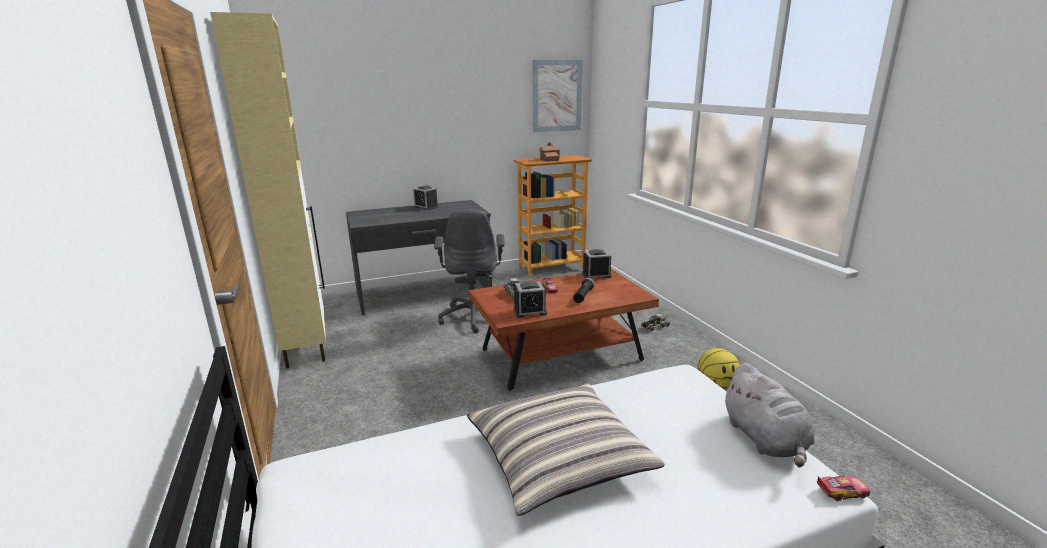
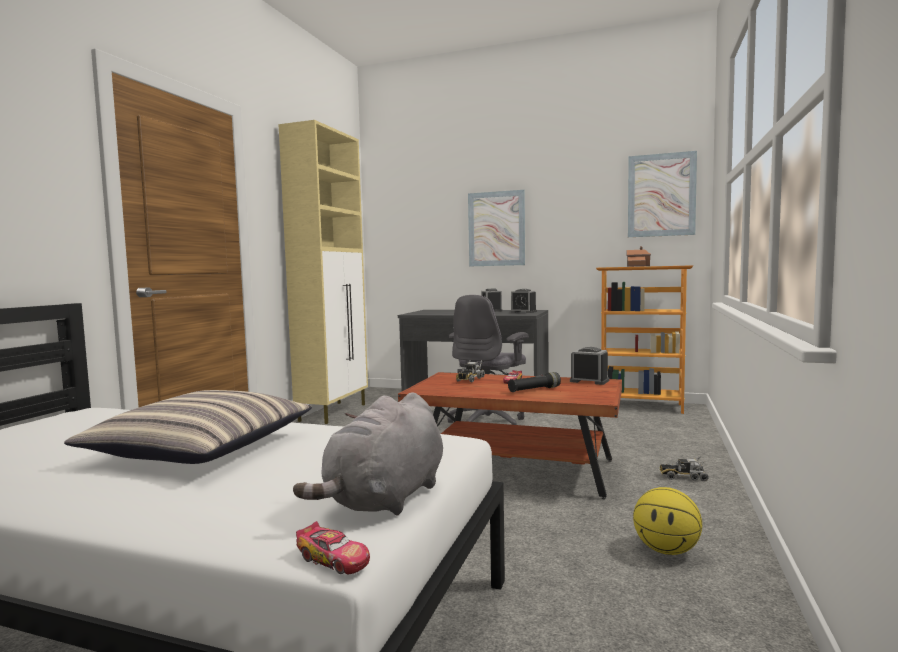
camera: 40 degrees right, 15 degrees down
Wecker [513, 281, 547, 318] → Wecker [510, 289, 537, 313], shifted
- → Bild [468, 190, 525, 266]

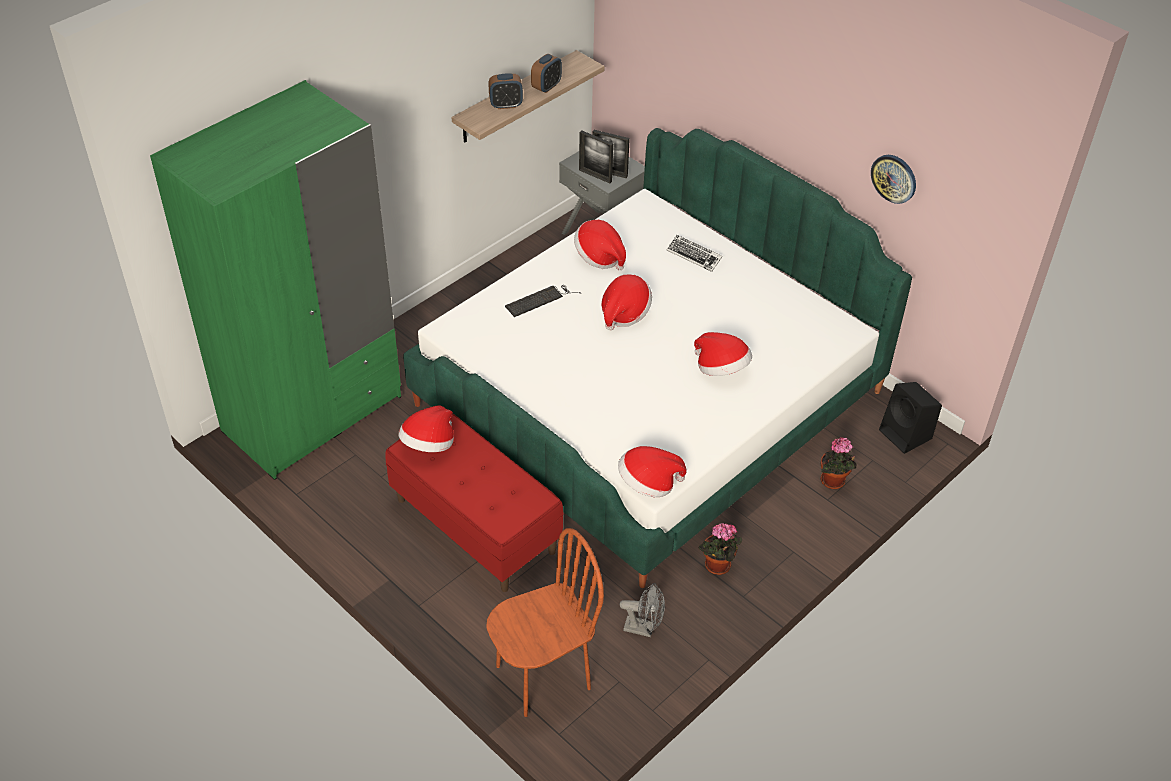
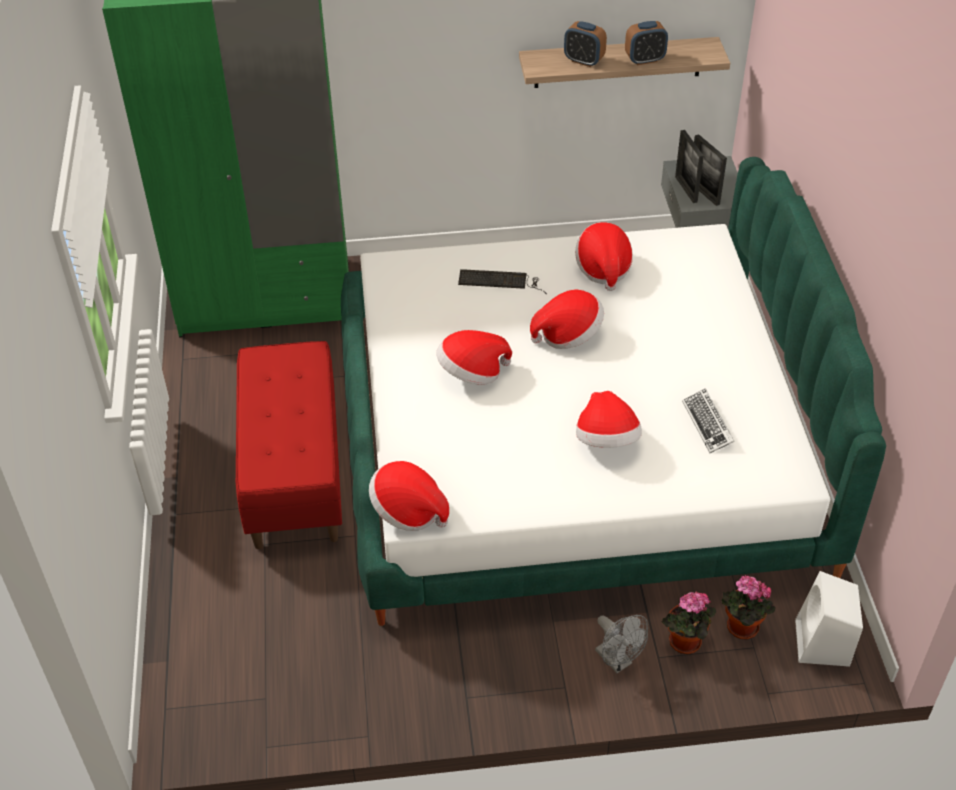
camera: 40 degrees right, 0 degrees up
Wanduhr [871, 155, 916, 204] → -
Tastatur [667, 235, 722, 272] → Tastatur [682, 388, 735, 453], shifted
Lautsprecher/schwarz [879, 382, 942, 454] → Lautsprecher/weiß [795, 571, 863, 667]
Hut [399, 405, 454, 452] → Hut [436, 330, 512, 385], shifted
Topfpflanze [698, 523, 742, 575] → Topfpflanze [722, 575, 776, 639], shifted
Stuhl/braun [486, 528, 604, 717] → -
Ventilator/grau [620, 583, 665, 637] → Ventilator/grau [595, 615, 648, 673], shifted

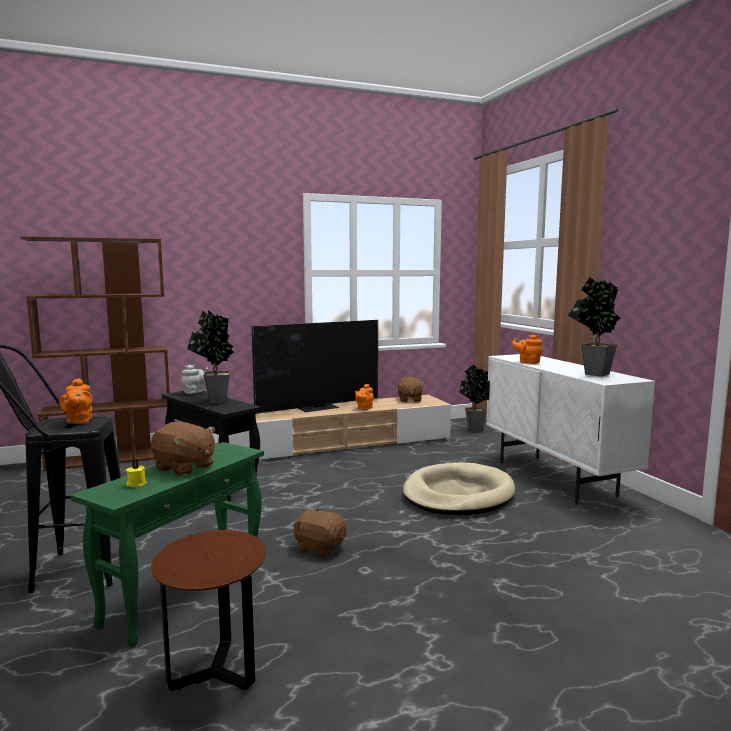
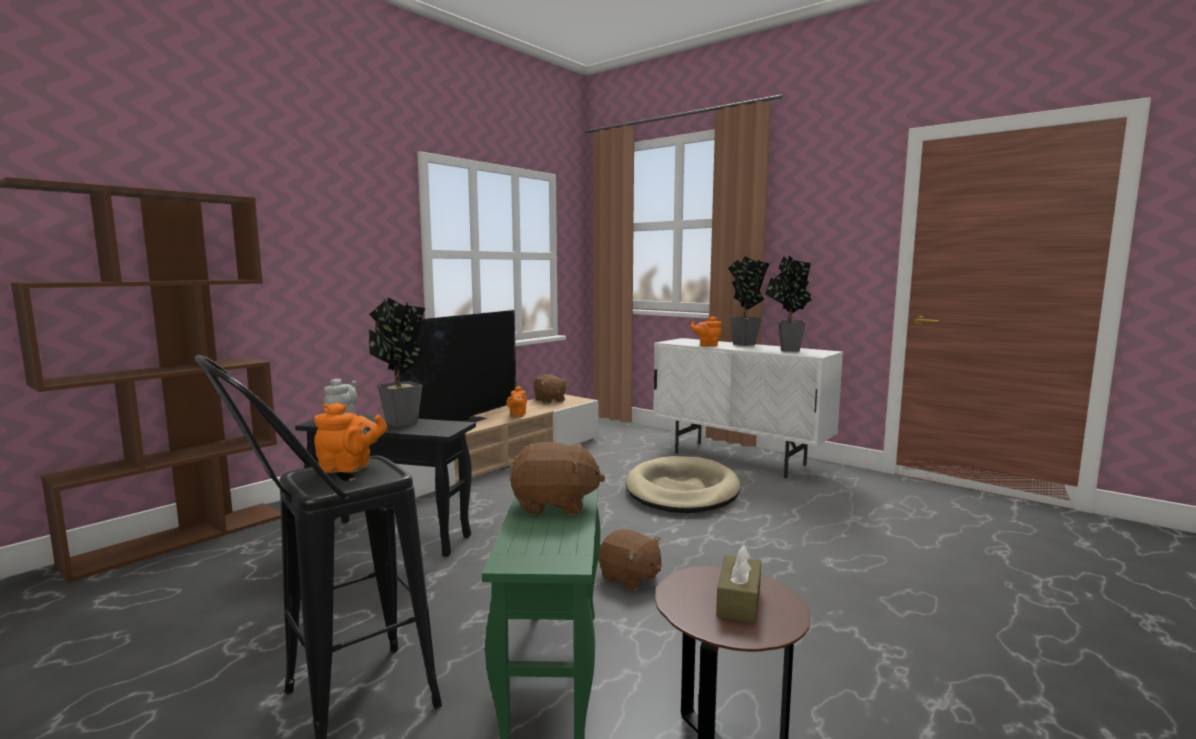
camera: 30 degrees left, 0 degrees up
Topfpflanze [459, 365, 488, 431] → Topfpflanze [728, 256, 770, 346], shifted
Teekanne/orange [59, 378, 92, 424] → Teekanne/orange [314, 403, 387, 473], 45 degrees counterclockwise
Kerze/gelb [126, 460, 147, 487] → -
Plüschtier/braun [294, 508, 346, 558] → Plüschtier/braun [598, 529, 661, 590], 135 degrees counterclockwise
- → Taschentuchbox/braun [716, 544, 761, 624]

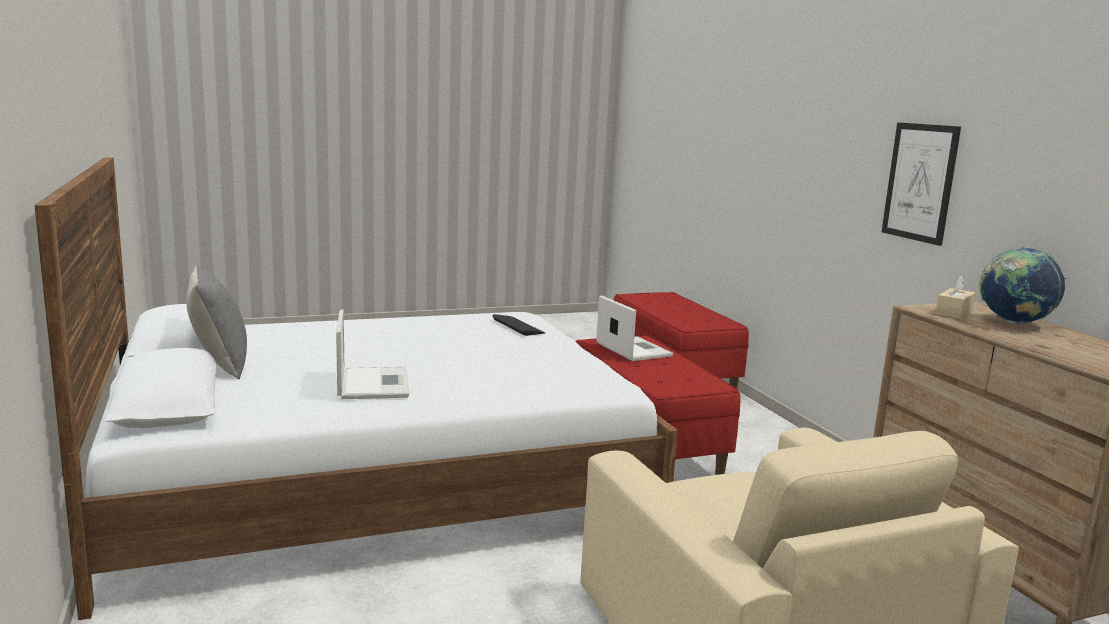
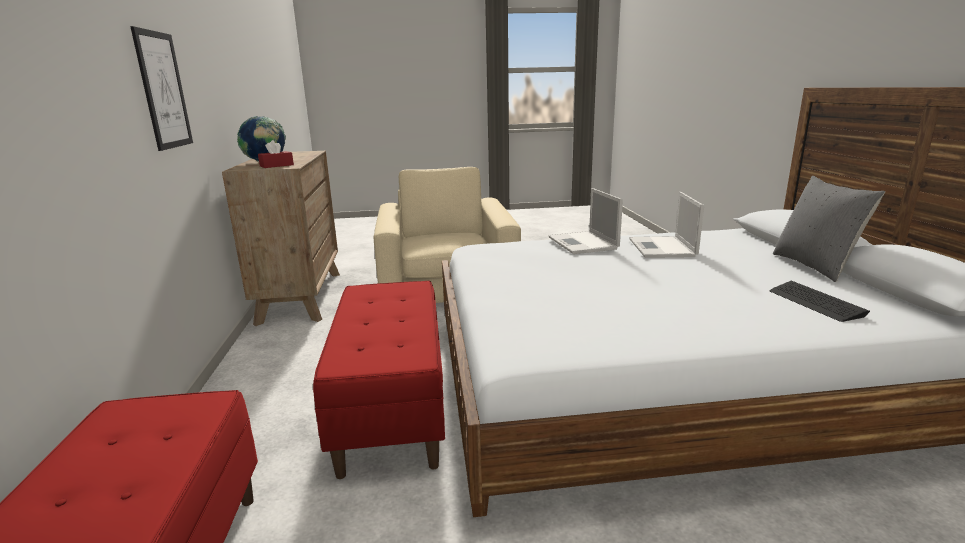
camera: 165 degrees left, 5 degrees up
Taschentuchbox/beige [935, 275, 975, 319] → Taschentuchbox/rot [258, 140, 294, 168]
Laptop [596, 295, 673, 361] → Laptop [549, 188, 623, 254], shifted
Tastatur [492, 314, 545, 336] → Tastatur [770, 281, 870, 322], shifted

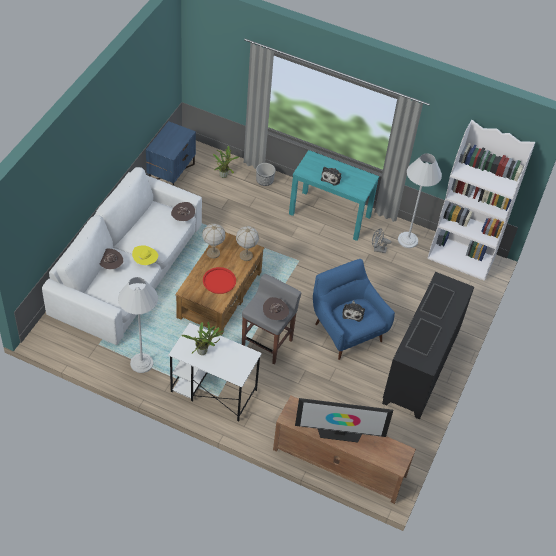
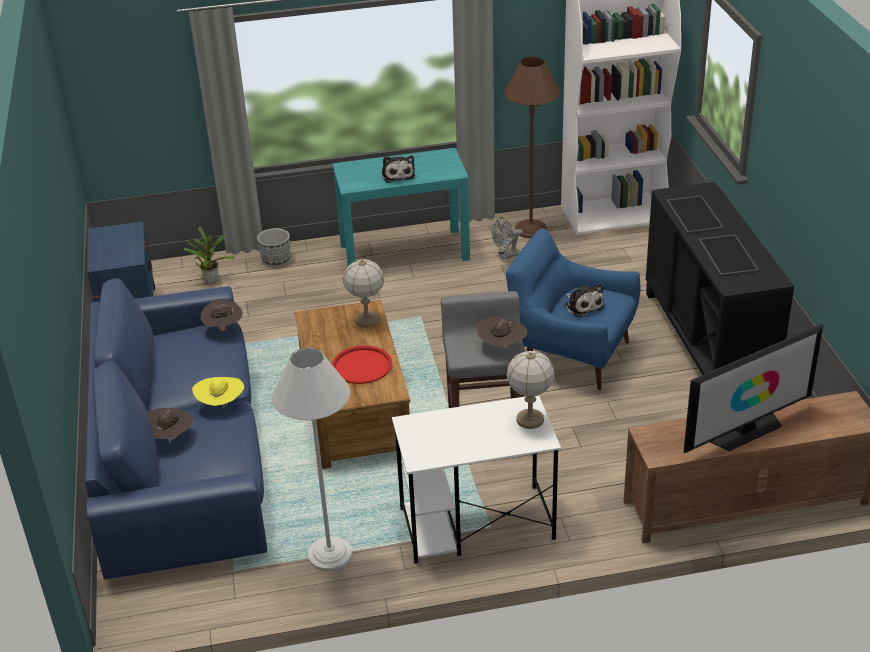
camera: 30 degrees left, 15 degrees down
Stehlampe/weiß [398, 153, 442, 248] → Stehlampe/braun [504, 57, 560, 238]
Sofa/weiß [42, 167, 202, 345] → Sofa/blau [85, 278, 267, 579]
Tischlampe [202, 224, 226, 259] → Tischlampe [506, 351, 555, 429], shifted
Topfpflanze [181, 321, 224, 355] → -

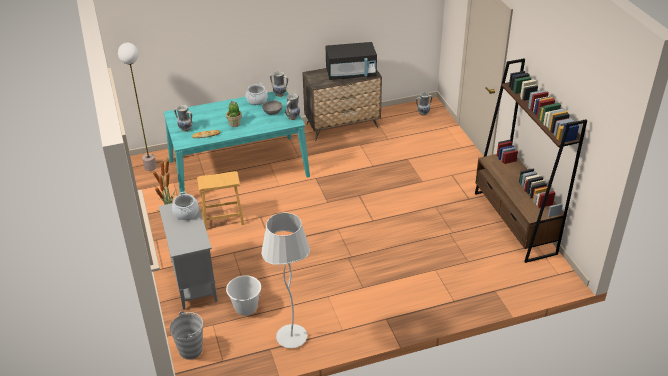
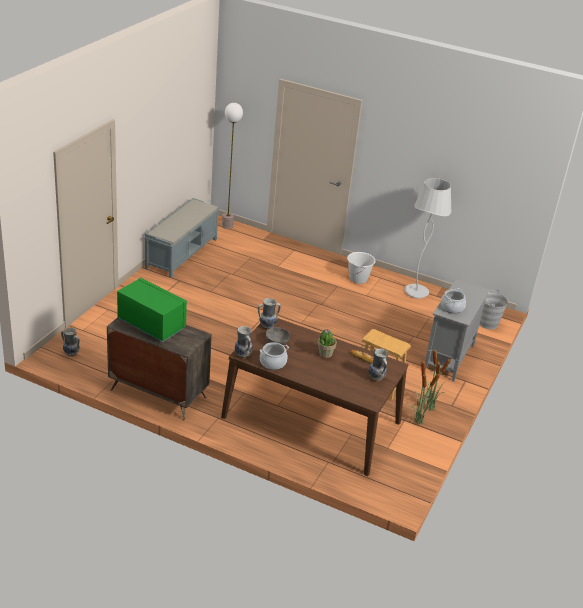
camera: 140 degrees left, 5 degrees down
Mikrowelle/schwarz [326, 42, 377, 80] → Mikrowelle/grün [117, 278, 187, 342]
Stehlampe [118, 43, 157, 171] → Stehlampe [222, 103, 243, 229], shifted
Bücherregal/braun [475, 59, 587, 263] → Bank/grau [144, 198, 219, 278]
Esstisch/türkis [164, 90, 310, 195] → Esstisch/braun [221, 318, 408, 476]
Eimer/weiß [226, 275, 261, 316] → Eimer/weiß [347, 252, 375, 284], shifted

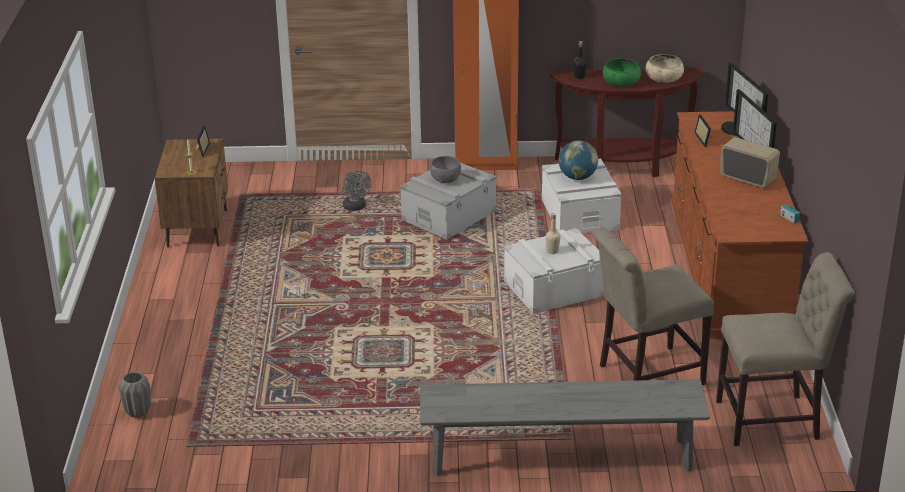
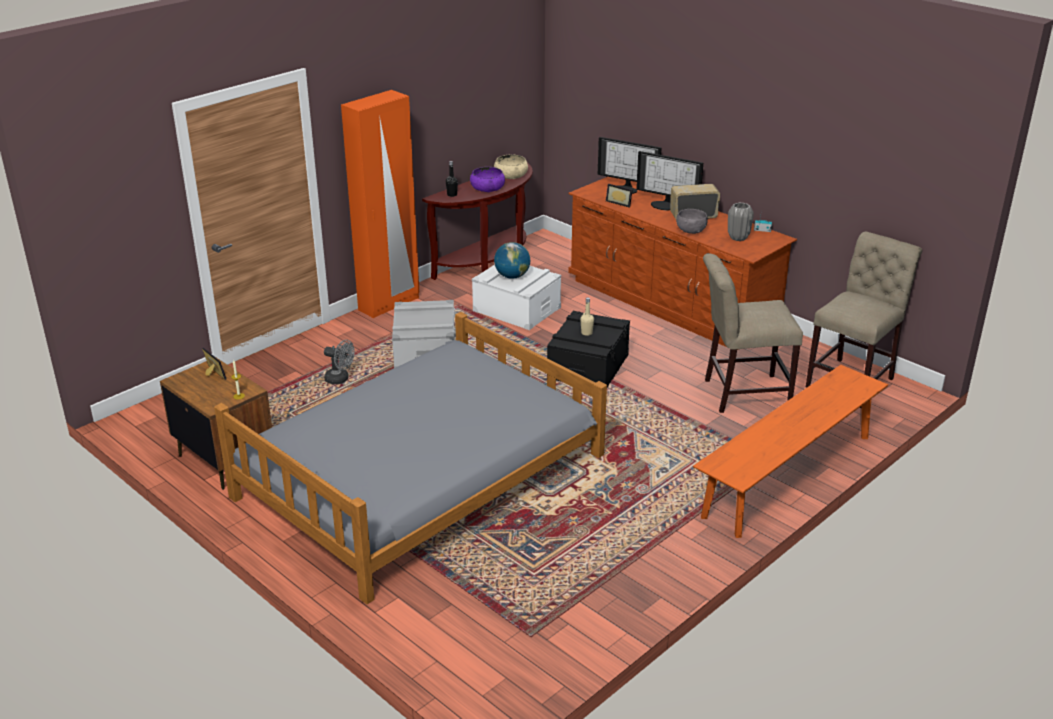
camera: 45 degrees left, 0 degrees up
Schüssel/grün [603, 58, 641, 87] → Schüssel/lila [470, 167, 505, 192]
Schüssel/grau [429, 156, 461, 183] → Schüssel/grau [676, 209, 708, 234], shifted
Stuhl/beige [592, 227, 714, 385] → Stuhl/beige [703, 253, 803, 413], 60 degrees clockwise
Aufbewahrungsbox/weiß [504, 228, 604, 314] → Aufbewahrungsbox/schwarz [547, 311, 630, 388]
Vase/grau [119, 372, 151, 418] → Vase/grau [728, 202, 754, 241], shifted
Bank/grau [420, 379, 710, 476] → Bank/orange [693, 365, 888, 538]
- → Bett/grau [214, 312, 607, 604]

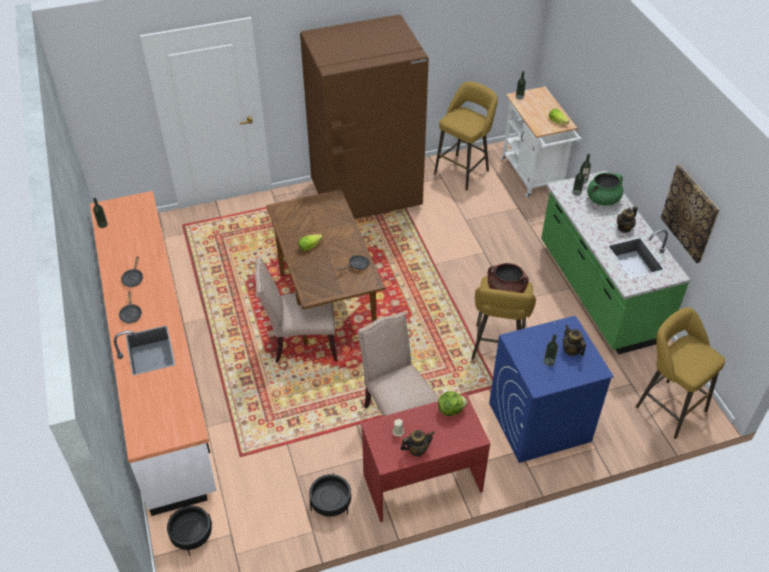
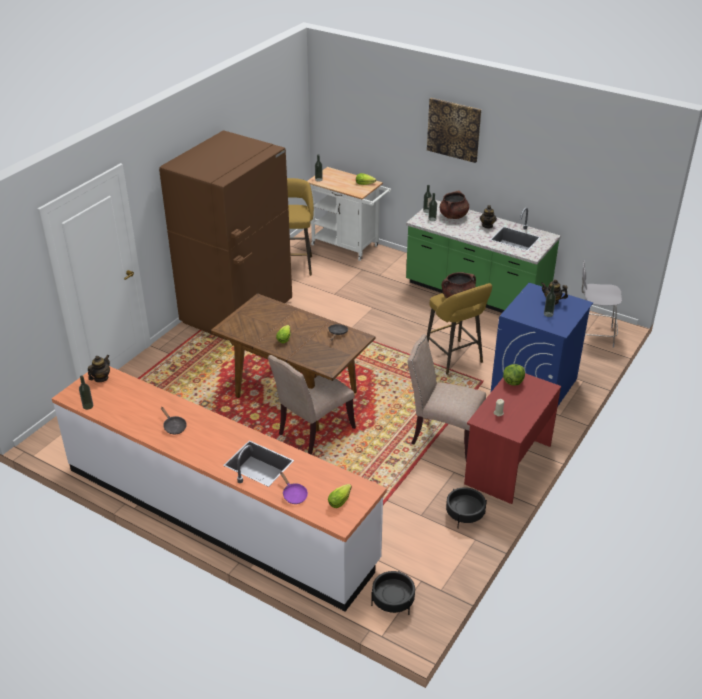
camera: 40 degrees left, 10 degrees down
Bild [661, 165, 719, 263] → Bild [427, 98, 481, 163], shifted
Kochtopf/grün [587, 172, 624, 206] → Kochtopf/braun [440, 190, 469, 219]
Pfanne/schwarz [119, 291, 142, 324] → -
Hocker/gelb [636, 307, 725, 439] → Stuhl/grau [582, 260, 622, 348]
Teekanne [400, 430, 435, 456] → Teekanne [88, 354, 110, 382], shifted
- → Pfanne/lila [280, 471, 308, 504]
- → Salatkopf [328, 484, 352, 508]

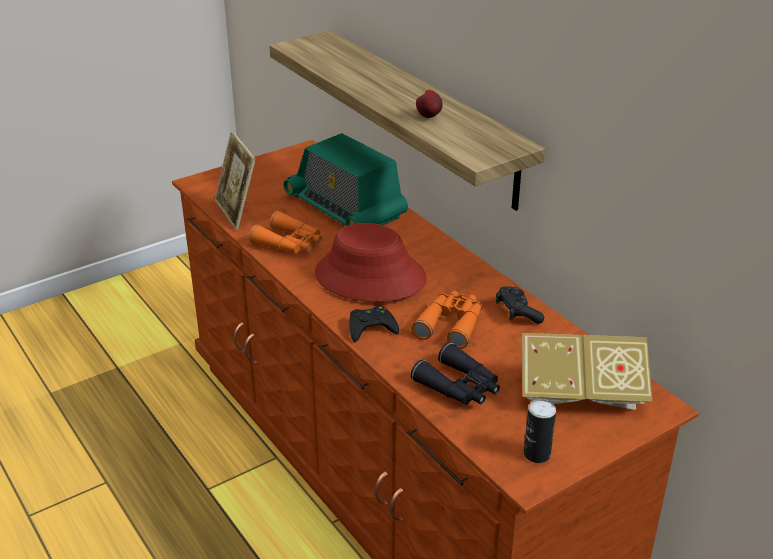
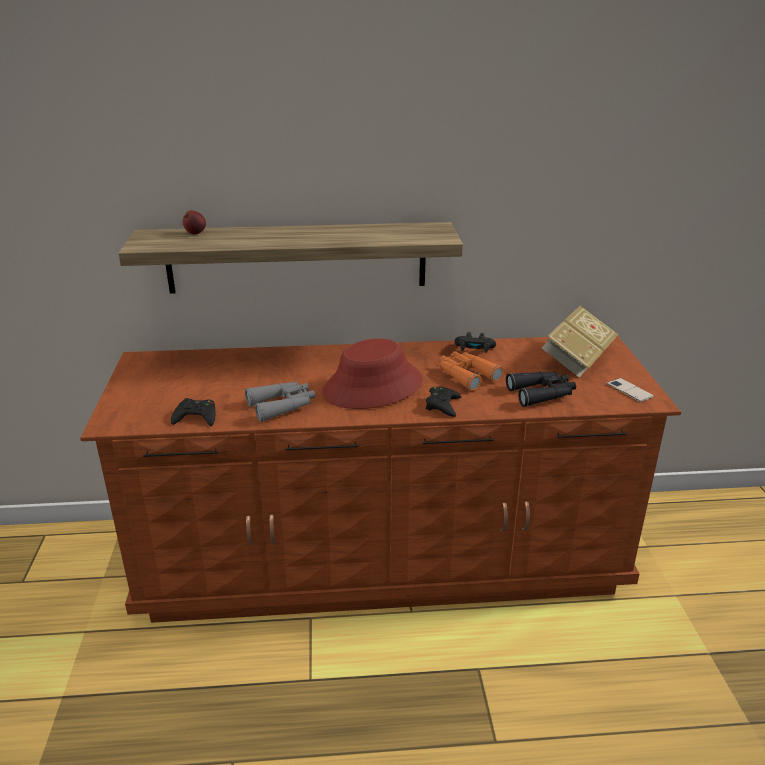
camera: 60 degrees left, 5 degrees down
Apfel [416, 90, 443, 118] → Apfel [182, 210, 206, 234], shifted
Bilderrahmen [215, 131, 256, 230] → Gamepad/schwarz [171, 398, 215, 426]
Radio [284, 133, 408, 226] → -
Fernglas/orange [249, 211, 322, 253] → Fernglas/grau [245, 381, 315, 422]
Dose [524, 399, 556, 463] → Handy [607, 378, 654, 402]

